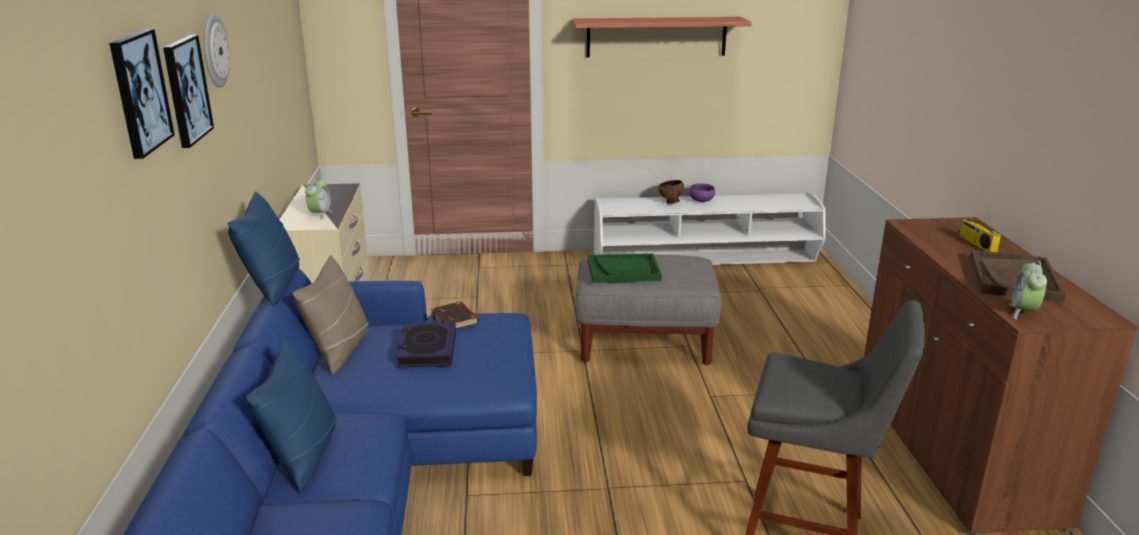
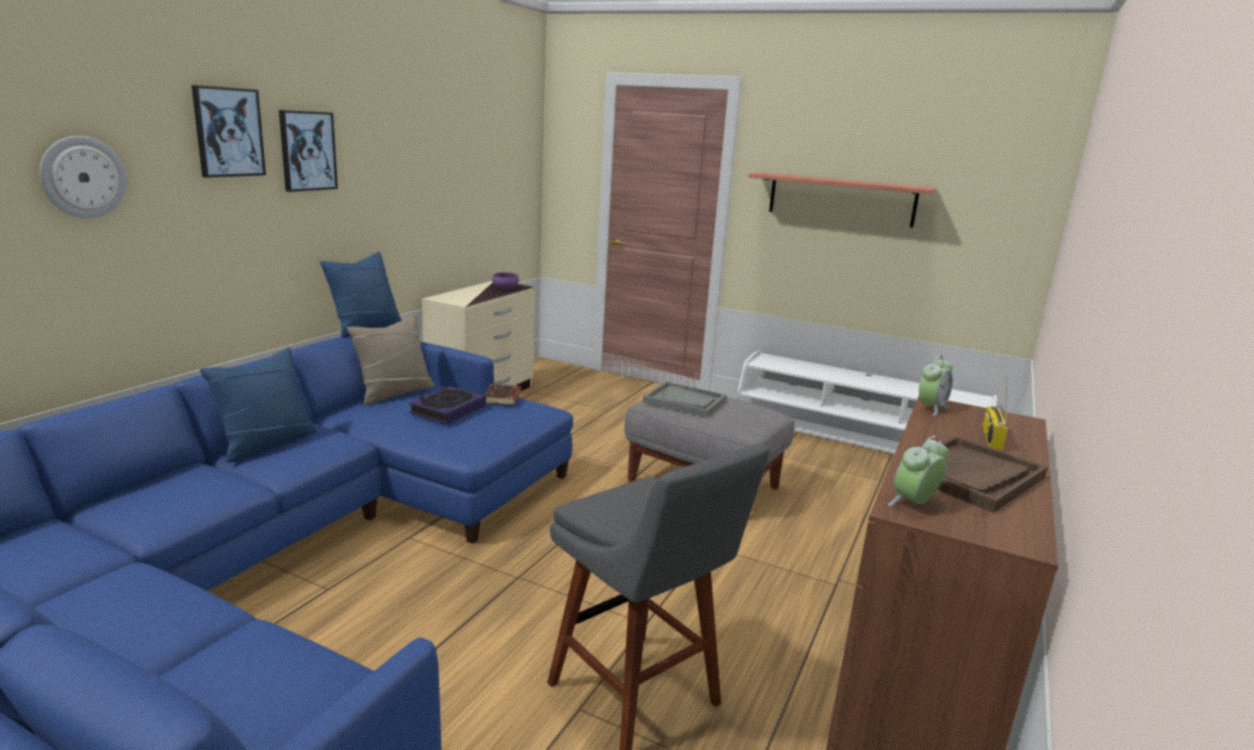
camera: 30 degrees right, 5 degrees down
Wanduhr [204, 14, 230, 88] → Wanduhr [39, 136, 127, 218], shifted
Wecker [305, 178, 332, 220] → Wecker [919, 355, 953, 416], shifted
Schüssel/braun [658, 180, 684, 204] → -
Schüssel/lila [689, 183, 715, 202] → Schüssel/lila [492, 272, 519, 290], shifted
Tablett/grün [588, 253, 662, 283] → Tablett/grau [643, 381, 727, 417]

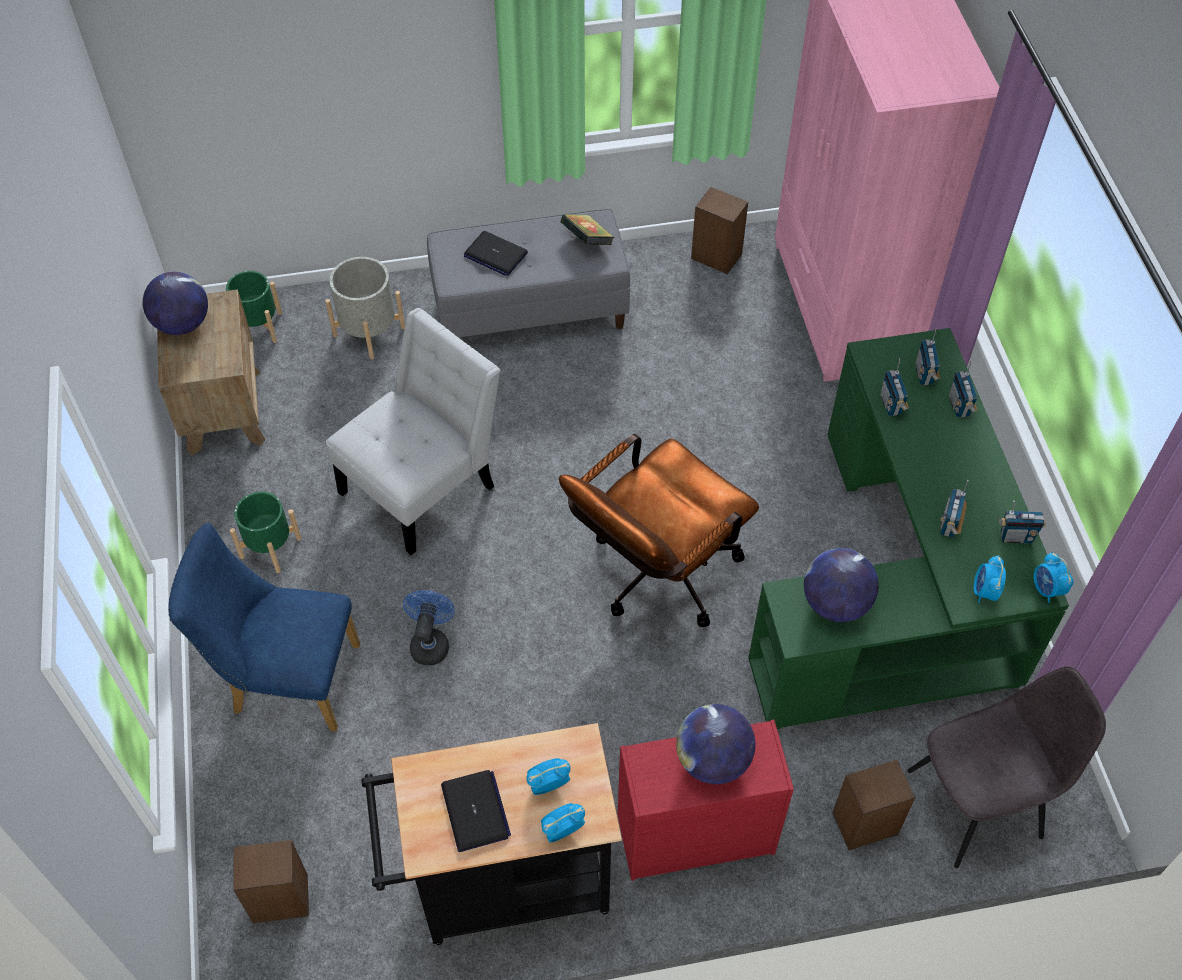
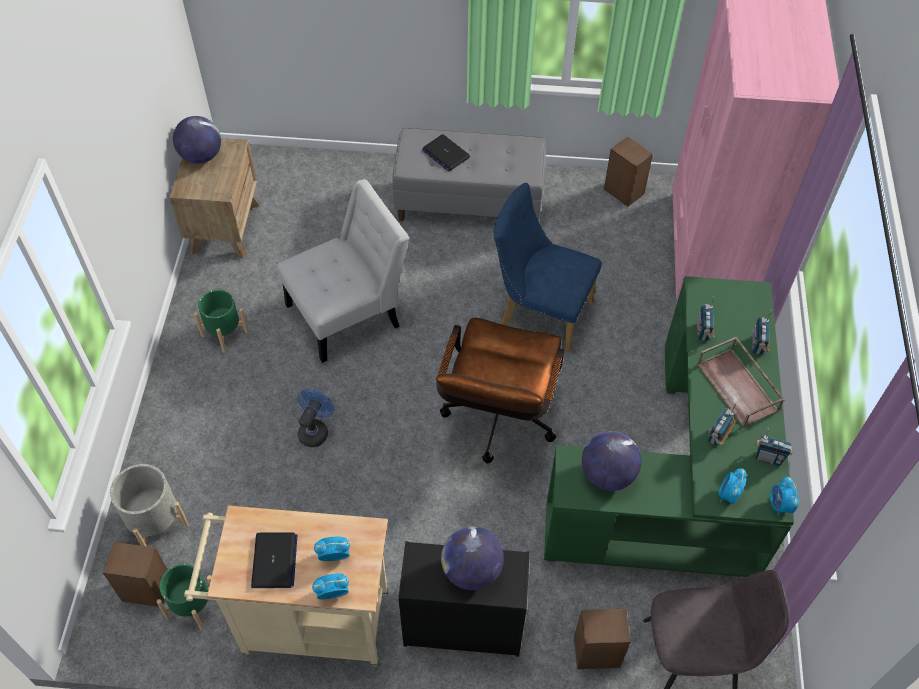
camera: 15 degrees right, 0 degrees up
Buch [560, 214, 614, 245] → -
Pflanzkübel/grau [325, 257, 405, 359] → Pflanzkübel/grau [110, 464, 189, 546], shifted
Pflanzkübel/grün [226, 271, 282, 343] → Pflanzkübel/grün [156, 564, 211, 630], shifted
Radio [915, 328, 940, 385] → -
Bürostuhl/braun [559, 434, 759, 627] → Bürostuhl/braun [436, 318, 564, 463], 45 degrees counterclockwise
Stuhl/blau [168, 523, 360, 732] → Stuhl/blau [493, 183, 602, 352], shifted
Kommode/rot [618, 719, 794, 881] → Kommode/schwarz [398, 541, 530, 657]
Rollwagen/schwarz [361, 723, 622, 945] → Rollwagen/beige [184, 506, 388, 666]
- → Tablett/braun [697, 337, 785, 428]

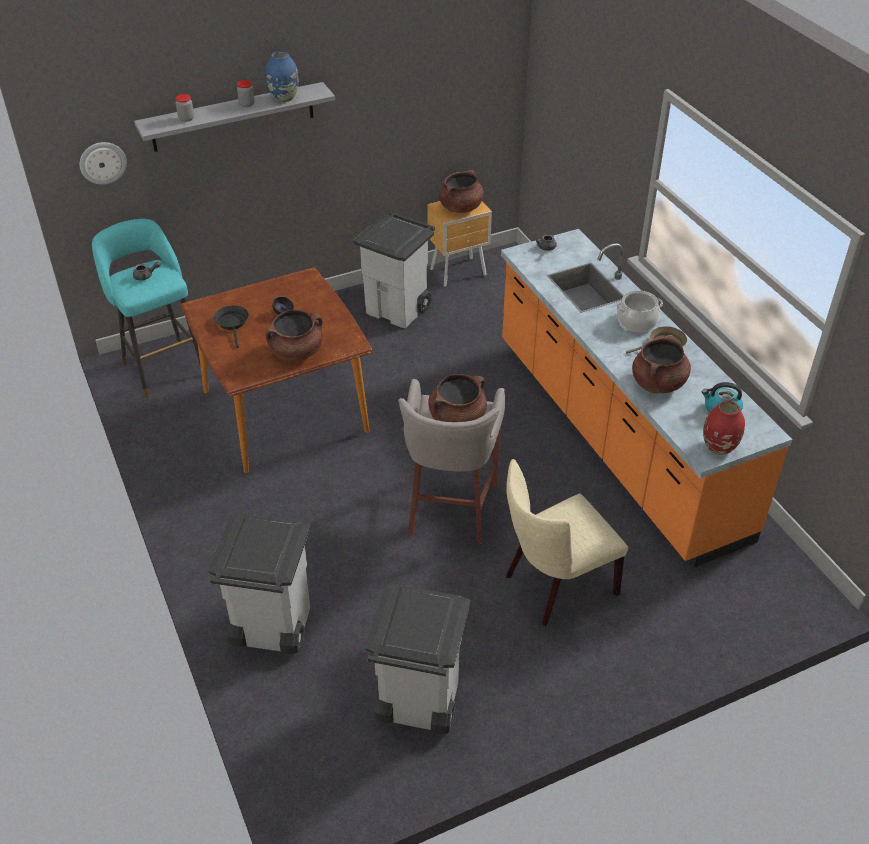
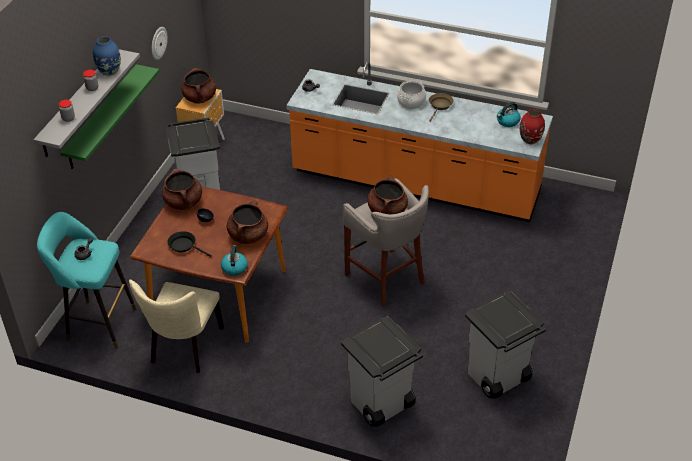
camera: 45 degrees left, 0 degrees up
Wanduhr [79, 142, 127, 184] → Wanduhr [152, 27, 168, 60], shifted
Kochtopf/braun [632, 335, 691, 393] → Kochtopf/braun [162, 169, 202, 210], shifted
Stuhl/beige [506, 459, 628, 626] → Stuhl/beige [129, 279, 224, 373], shifted
- → Wandregal/grün [60, 64, 160, 169]
- → Wasserkessel [221, 245, 248, 276]

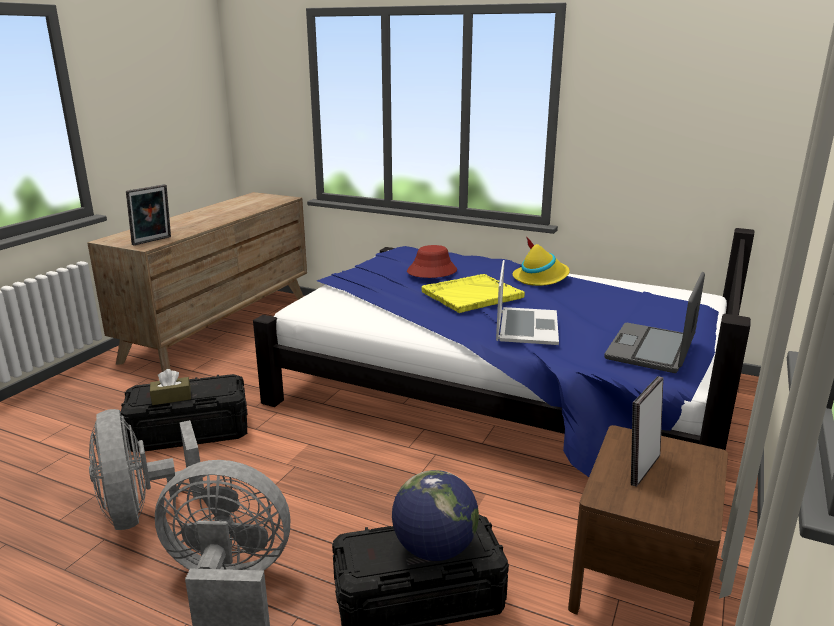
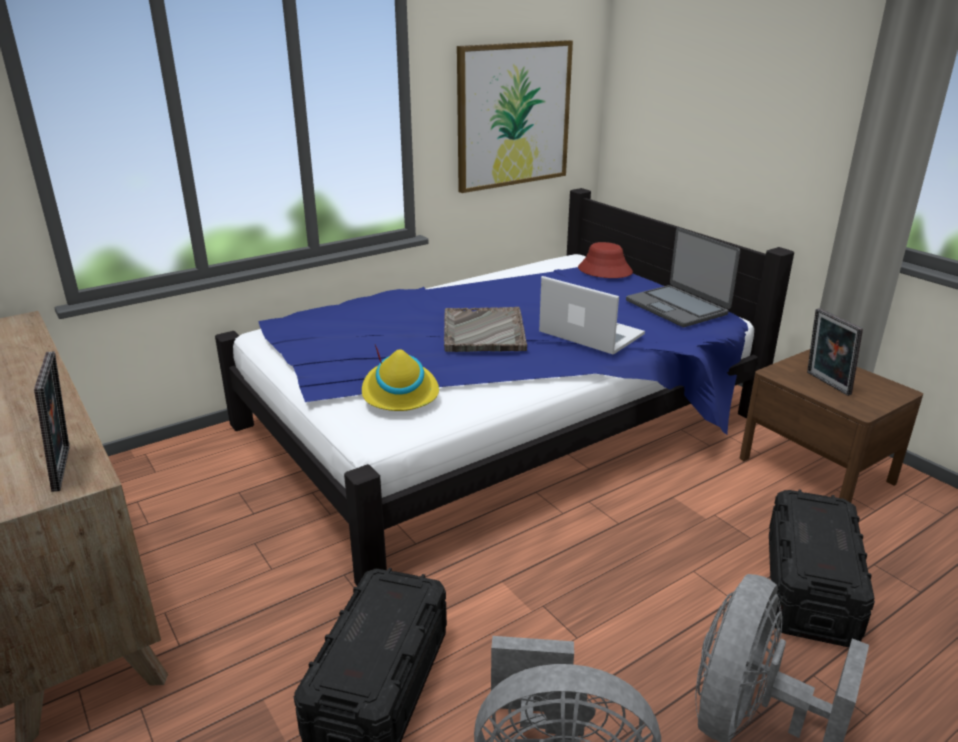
camera: 60 degrees left, 5 degrees up
Hut/gelb [513, 236, 570, 286] → Hut/gelb [362, 344, 439, 411], shifted
Hut/rot [407, 245, 457, 278] → Hut/rot [578, 242, 633, 278], shifted
Tablett/gelb [422, 274, 525, 313] → Tablett/grau [444, 307, 528, 352]
Taschentuchbox/braun [150, 369, 191, 405] → -
Globus [392, 470, 479, 561] → -
- → Bild [457, 40, 573, 193]

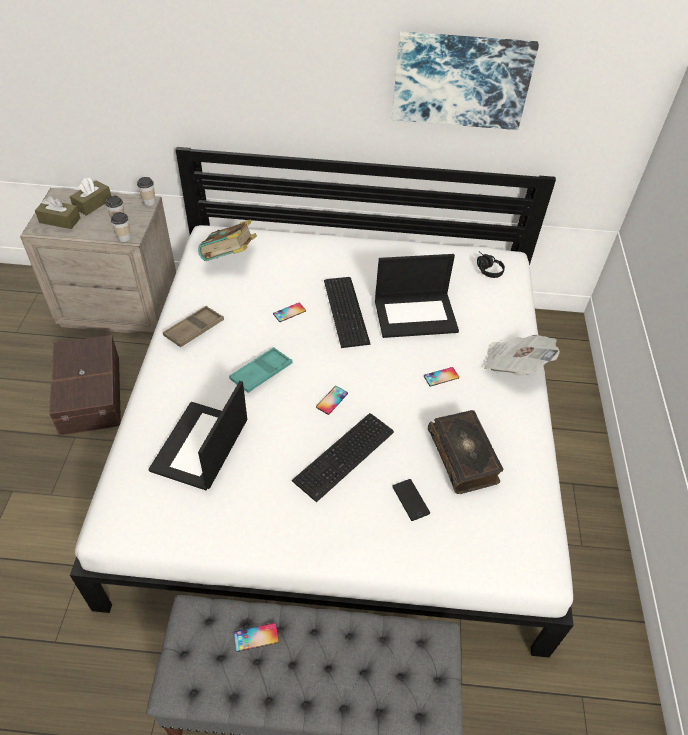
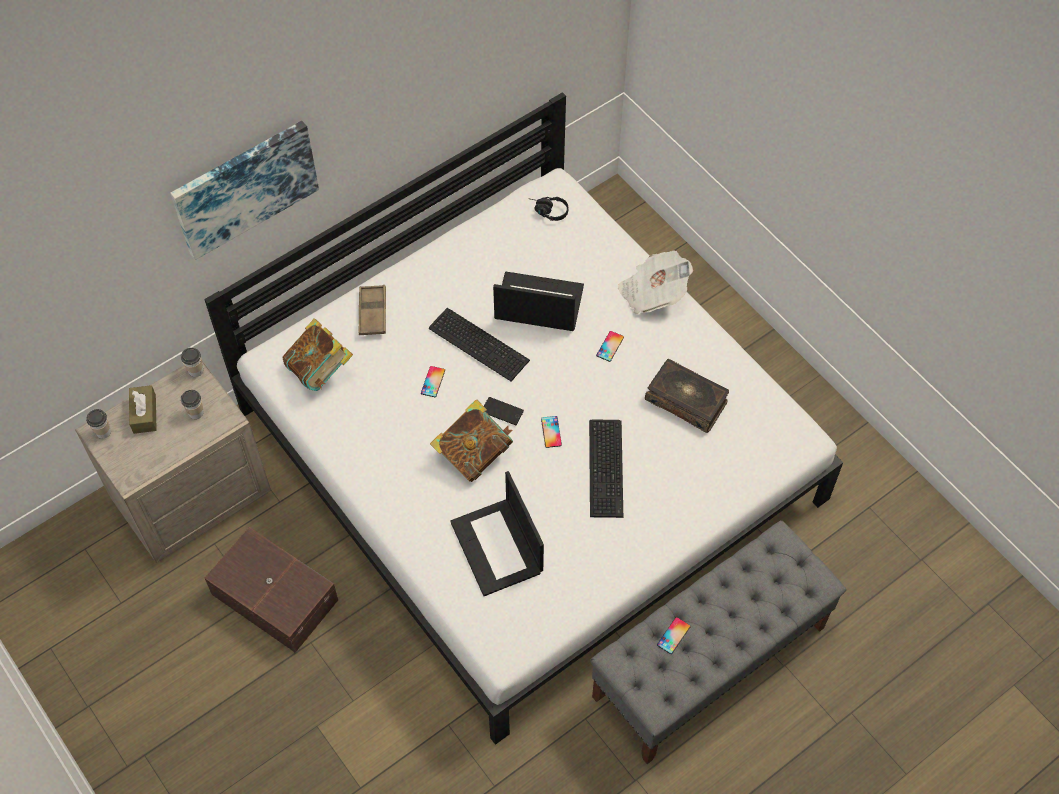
camera: 40 degrees left, 10 degrees up
Bild [392, 31, 539, 130] → Bild [170, 121, 319, 260], shifted
Taschentuchbox/braun [35, 196, 80, 229] → -
Tasse [111, 212, 131, 242] → Tasse [86, 409, 111, 439], shifted
Laptop [375, 254, 459, 338] → Laptop [493, 272, 584, 331], 120 degrees counterclockwise
Tablett/braun [163, 306, 224, 347] → Tablett/braun [358, 285, 386, 335], shifted
Tablett/türkis [229, 347, 292, 393] → Buch [430, 400, 513, 482]
Handy [392, 479, 430, 521] → Handy [484, 397, 524, 425], shifted

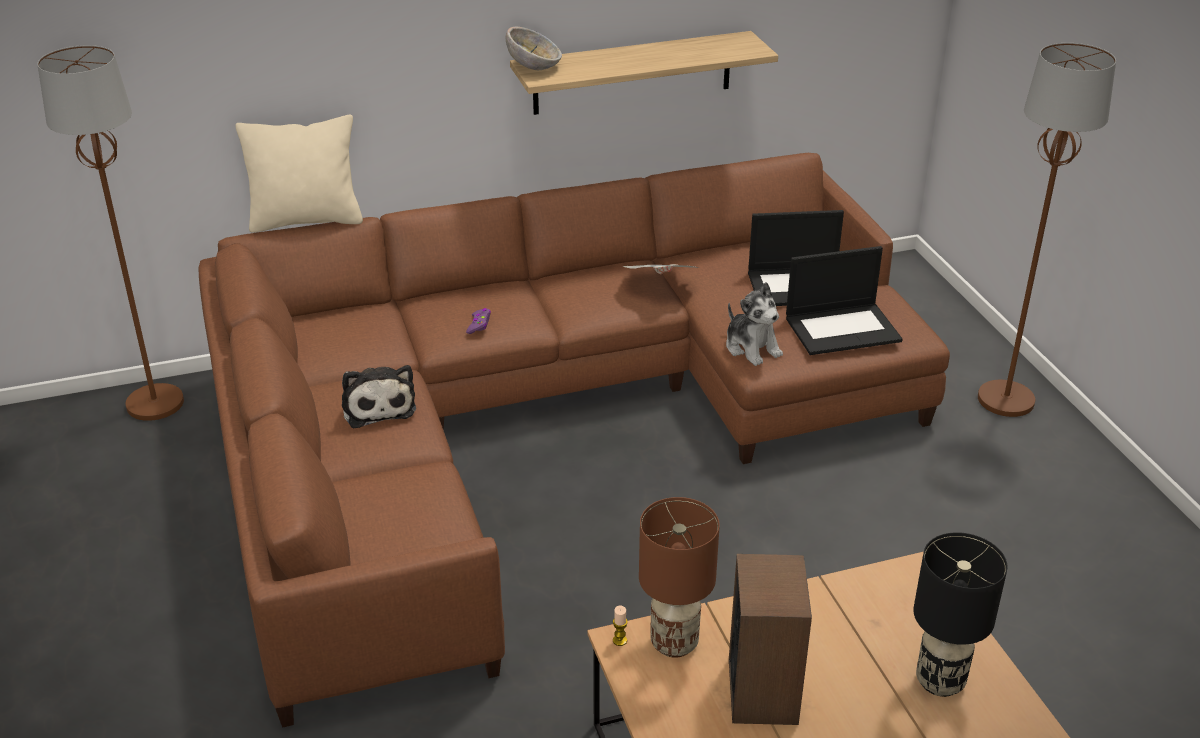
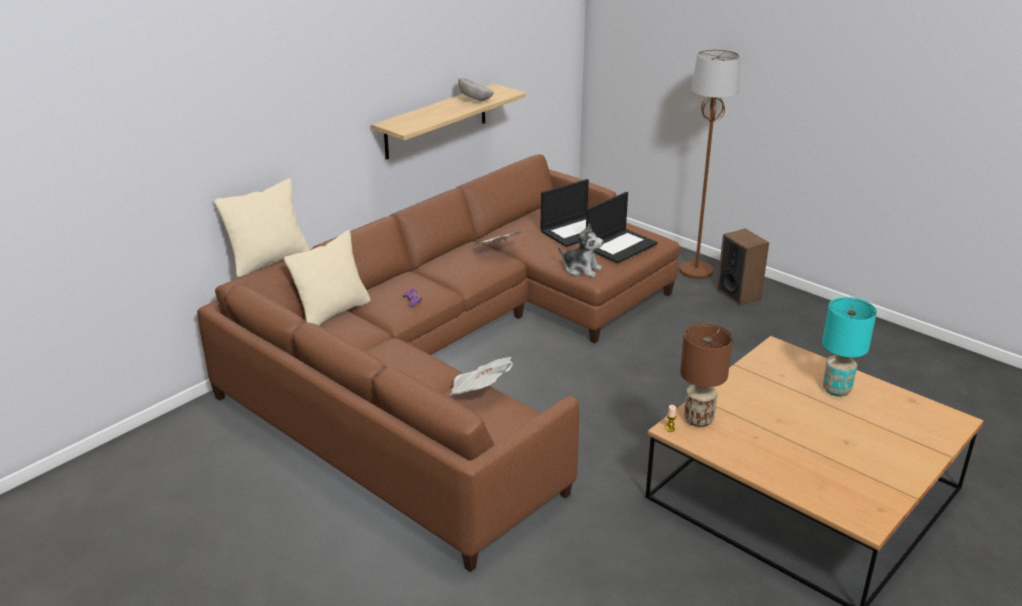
camera: 30 degrees left, 5 degrees down
Schüssel [506, 27, 562, 70] → Schüssel [458, 77, 494, 101], shifted
Stehlampe/braun [37, 45, 184, 421] → -
Plüschtier [342, 365, 416, 428] → -
Tischlampe/schwarz [914, 532, 1008, 697] → Tischlampe/türkis [822, 297, 877, 397]
Lautsprecher [729, 554, 812, 725] → Lautsprecher [717, 229, 769, 306], shifted
- → Kissen/beige [284, 230, 371, 326]
- → Zeitung [450, 357, 513, 395]

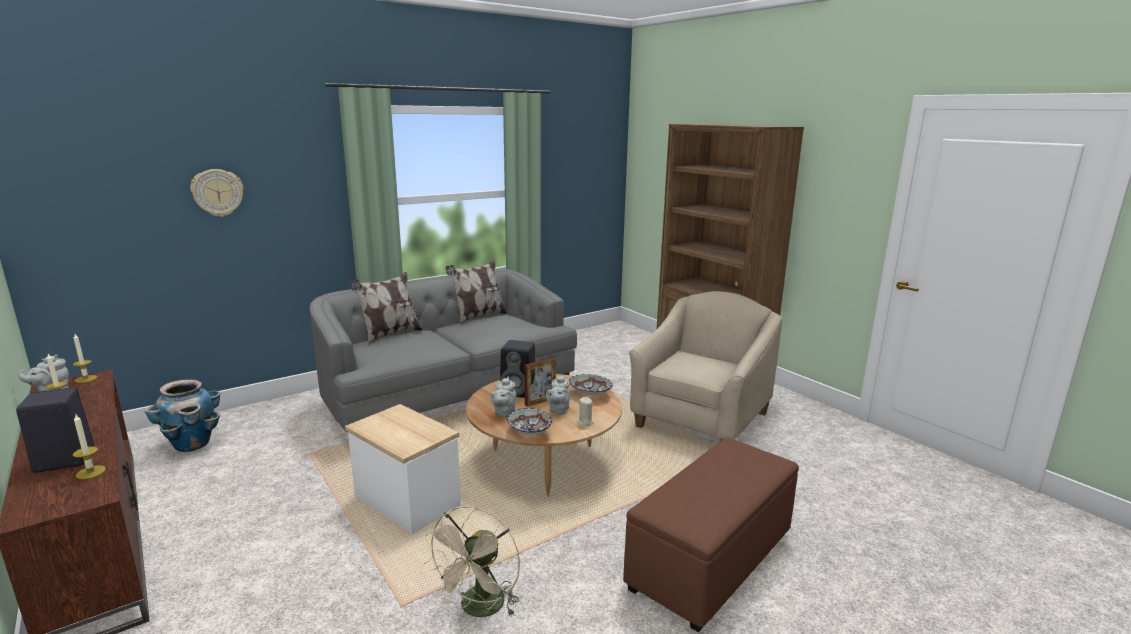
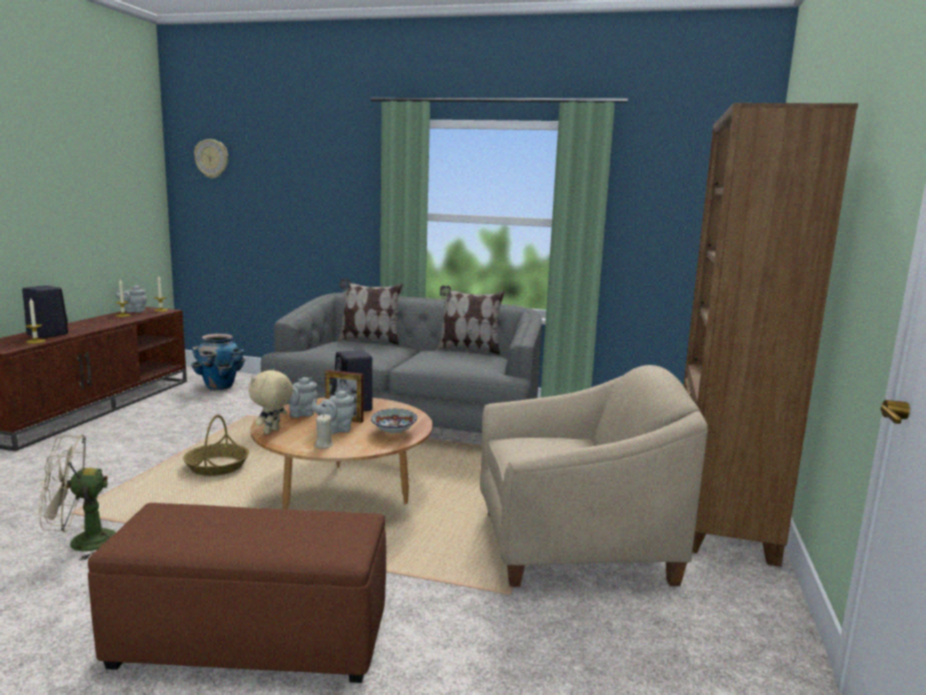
camera: 50 degrees right, 5 degrees down
Wanduhr [190, 169, 244, 217] → Wanduhr [194, 139, 228, 179], shifted
Beistelltisch [345, 404, 461, 534] → Korb [183, 415, 249, 476]
Schüssel [507, 408, 552, 435] → Plüschtier/beige [248, 369, 293, 434]

